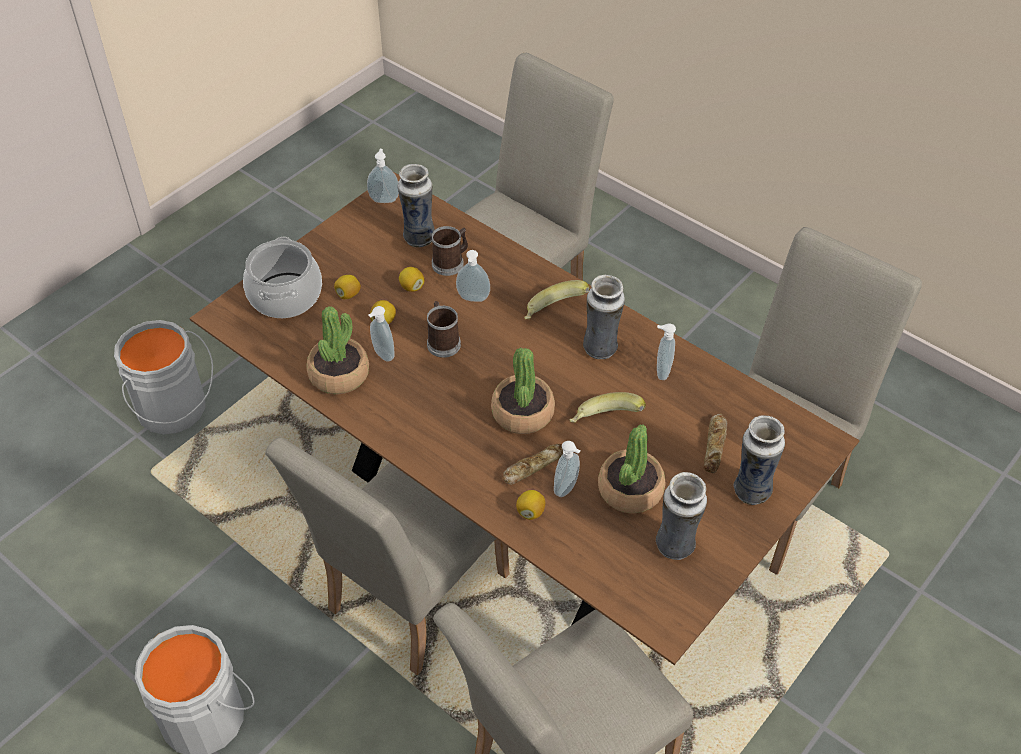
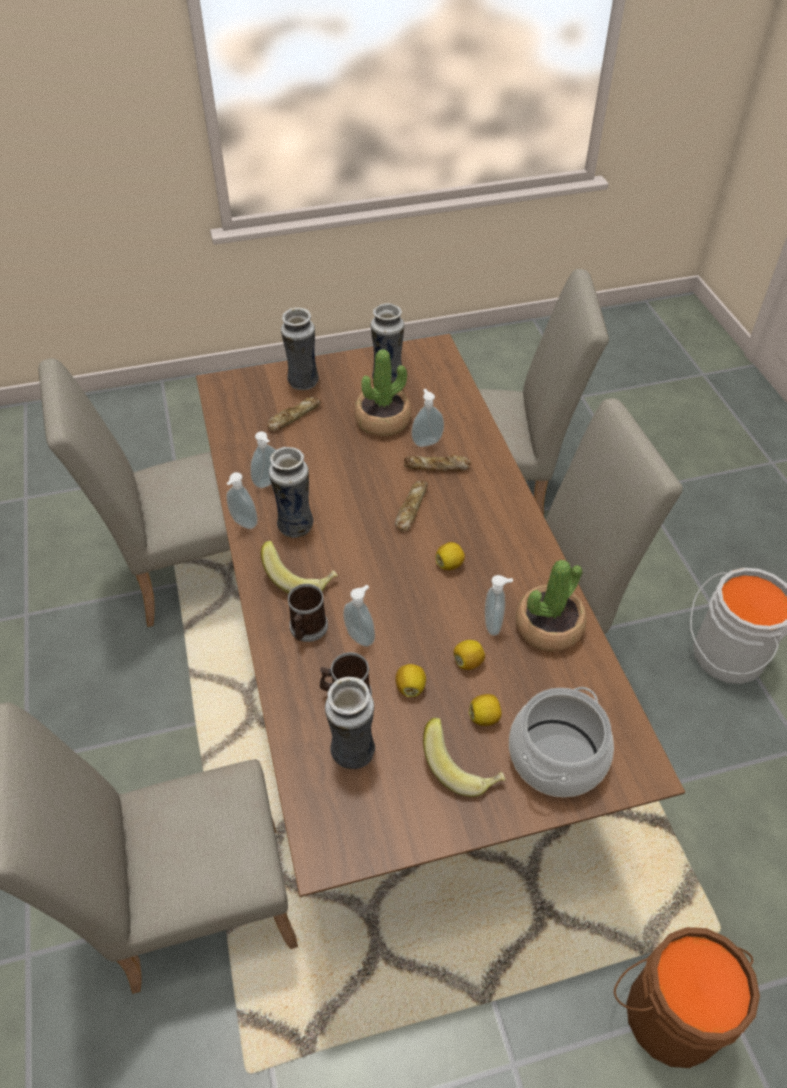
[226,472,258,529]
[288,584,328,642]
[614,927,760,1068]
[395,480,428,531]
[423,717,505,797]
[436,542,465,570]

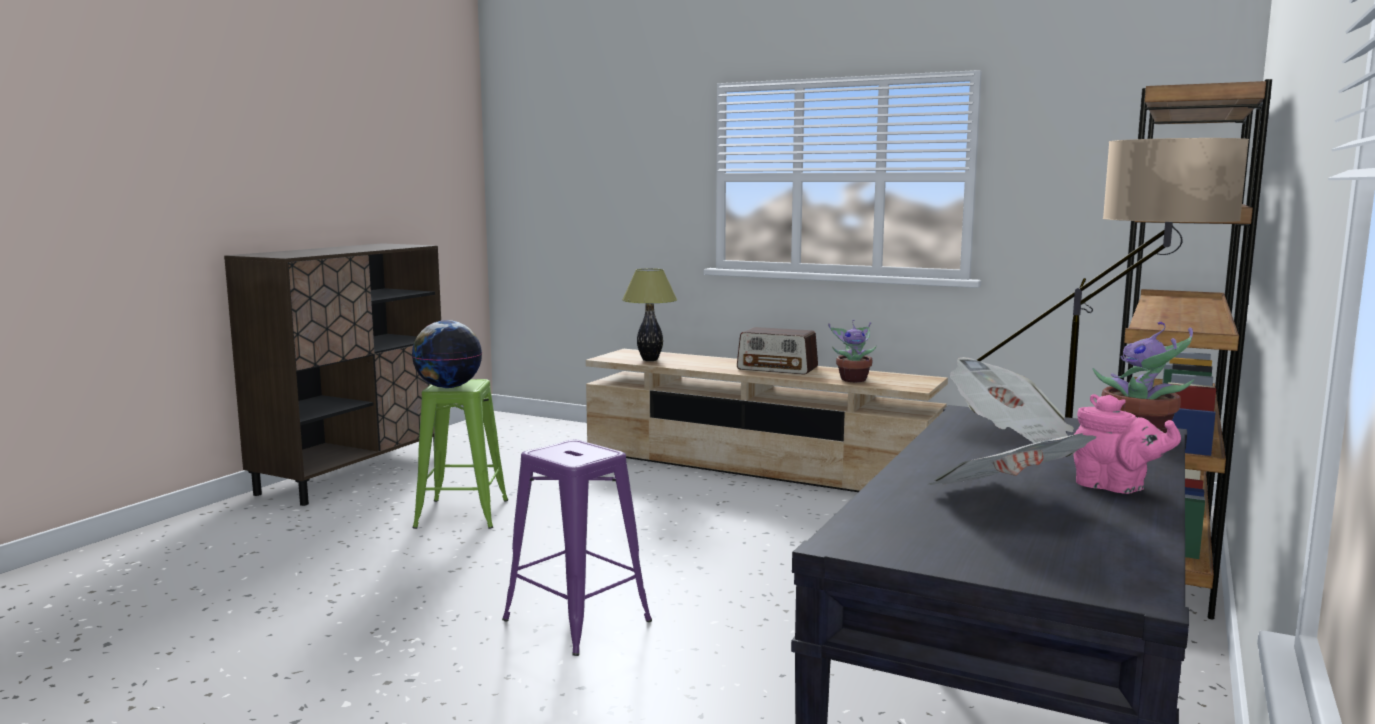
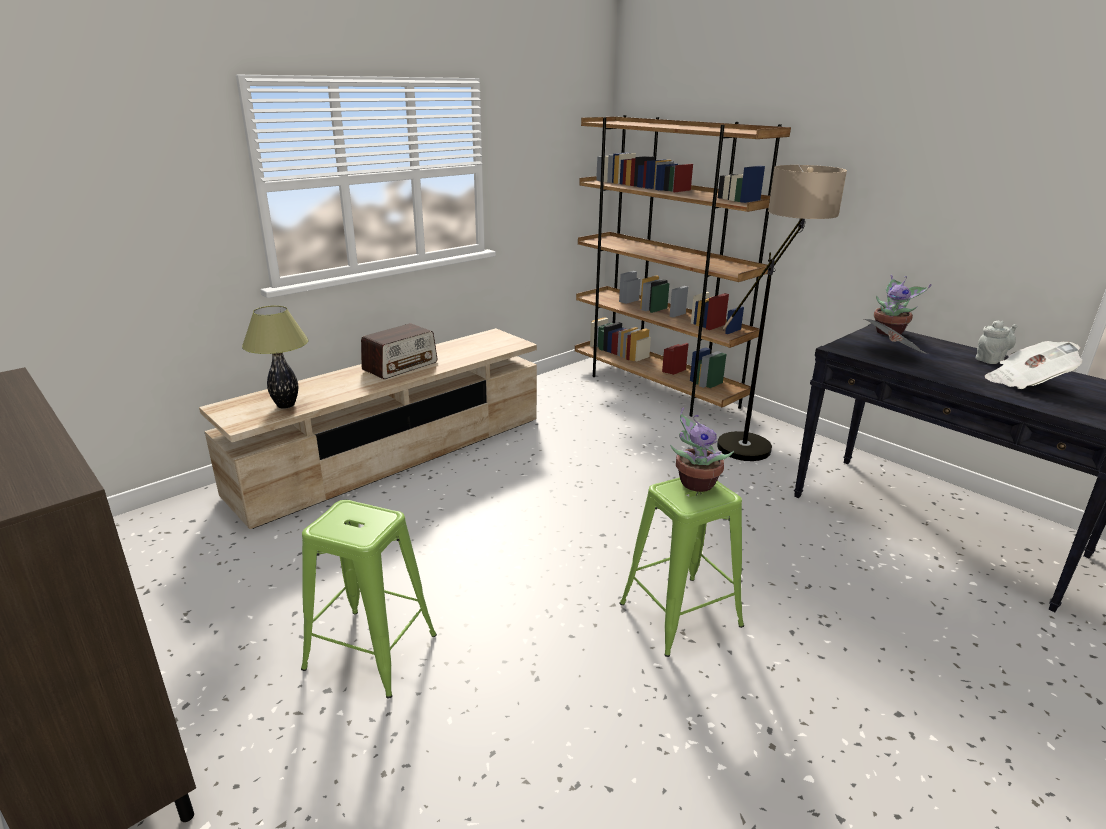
[670,407,734,492]
[412,320,482,388] (first image)
[976,321,1017,364]
[620,477,744,657]

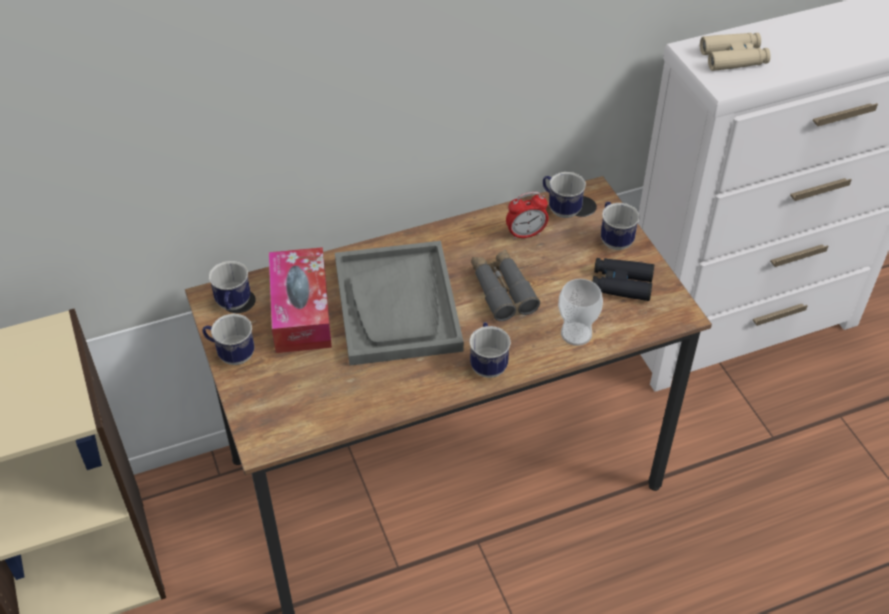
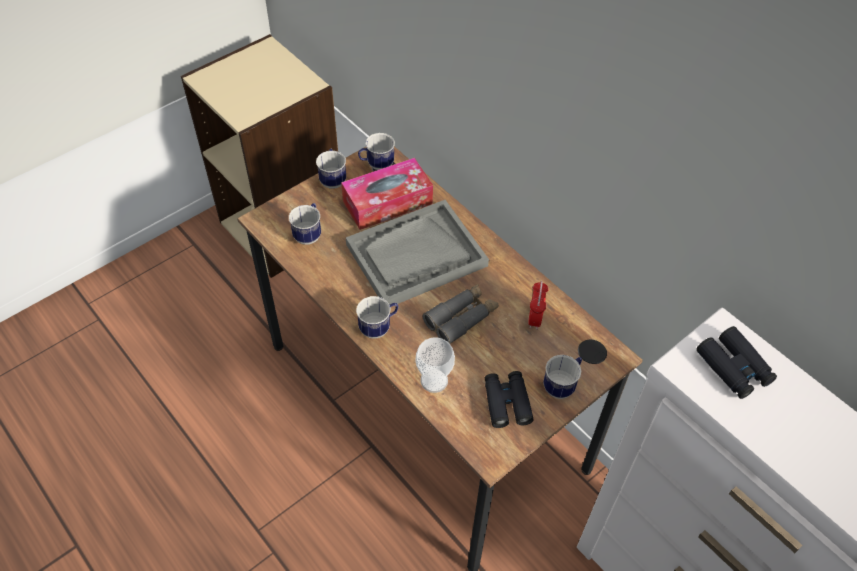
[696,326,777,399]
[289,203,321,245]
[528,281,548,330]

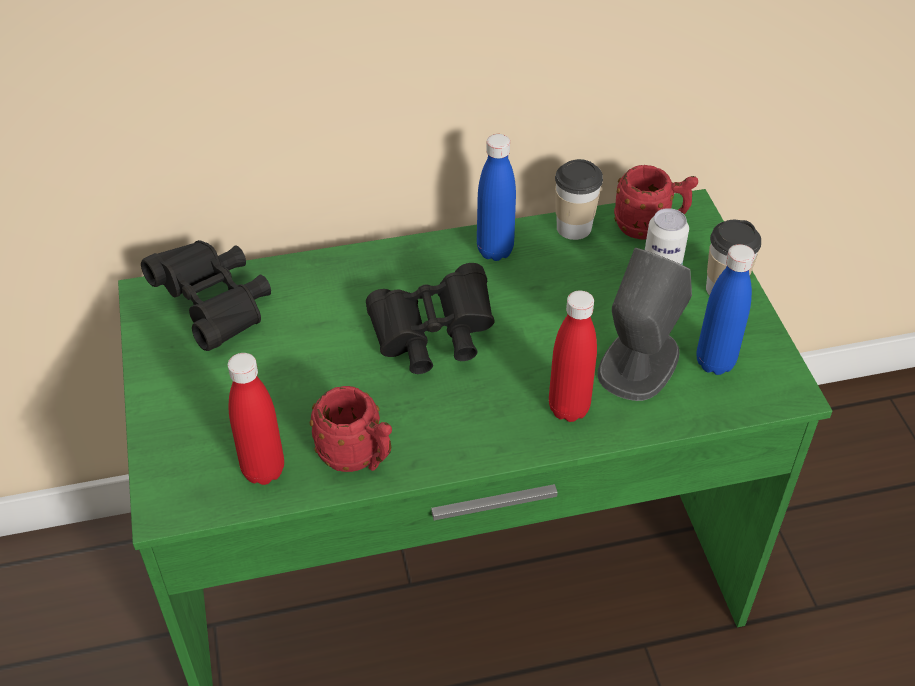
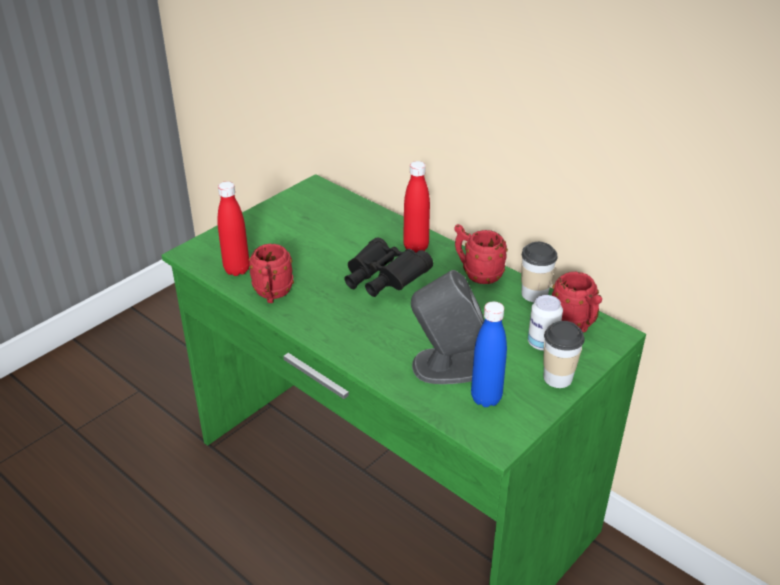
[454,224,508,284]
[141,240,271,351] (first image)
[403,161,430,252]

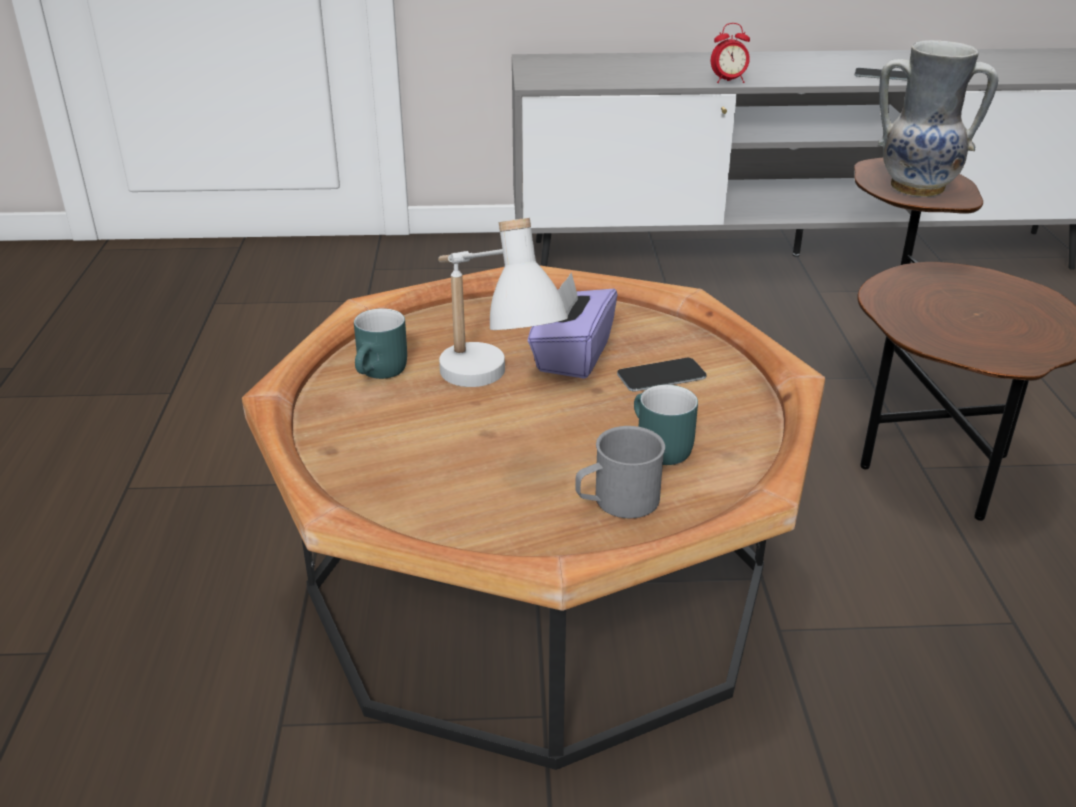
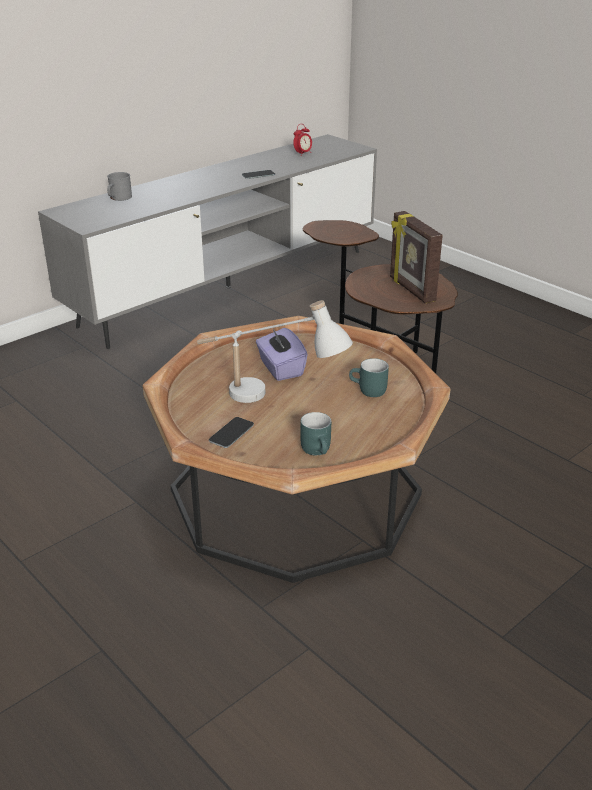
[293,124,312,156]
[878,40,998,197] (first image)
[300,412,331,455]
[209,417,254,448]
[107,172,132,201]
[390,211,443,304]

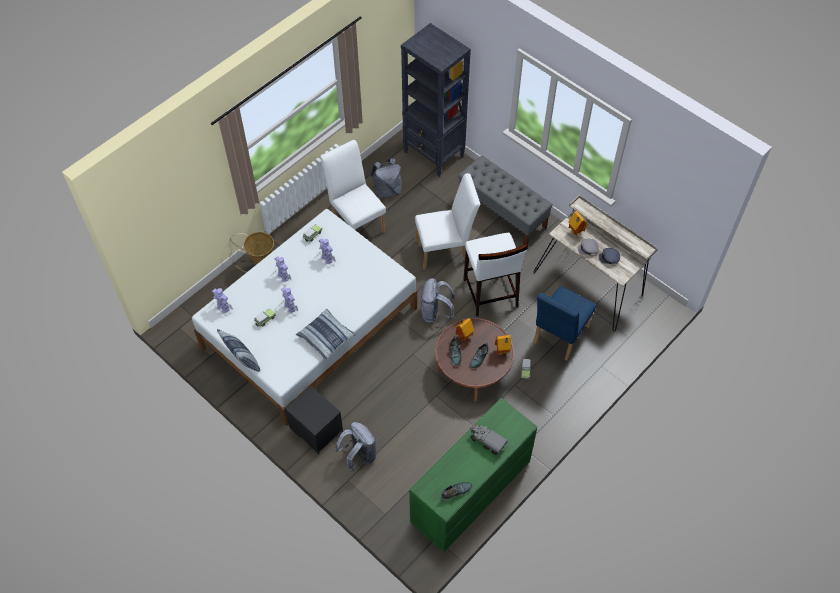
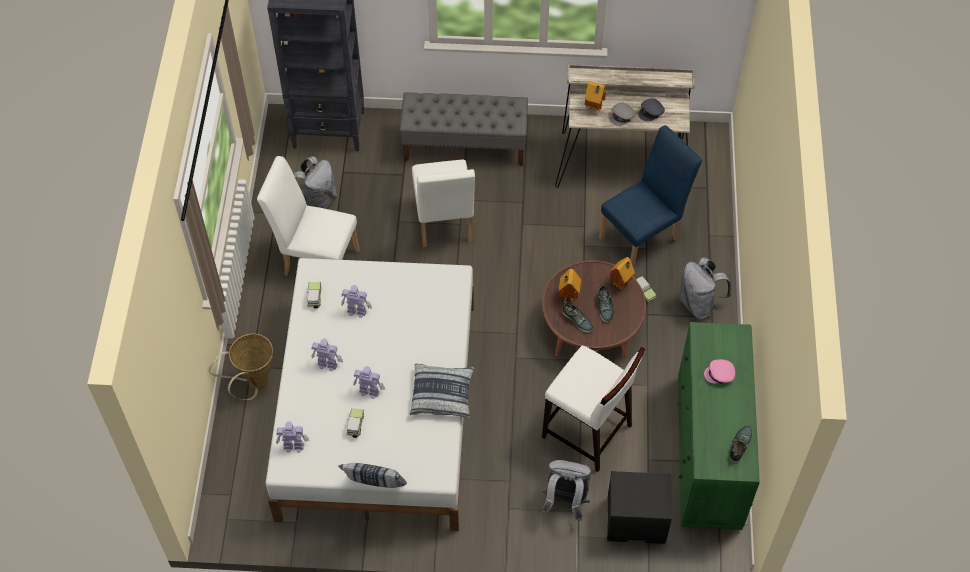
[412,159,475,248]
[542,346,645,472]
[679,257,731,319]
[599,125,702,268]
[607,471,672,544]
[704,359,735,384]

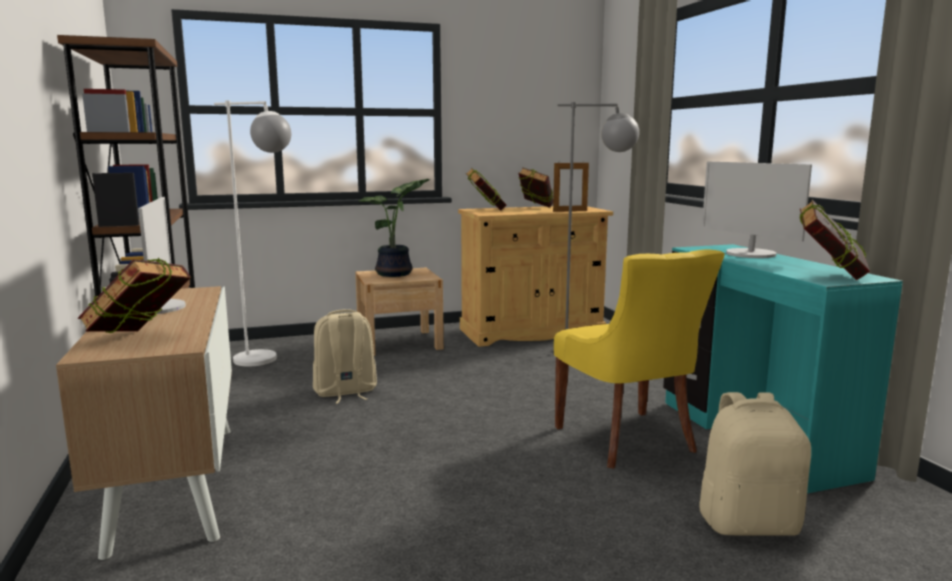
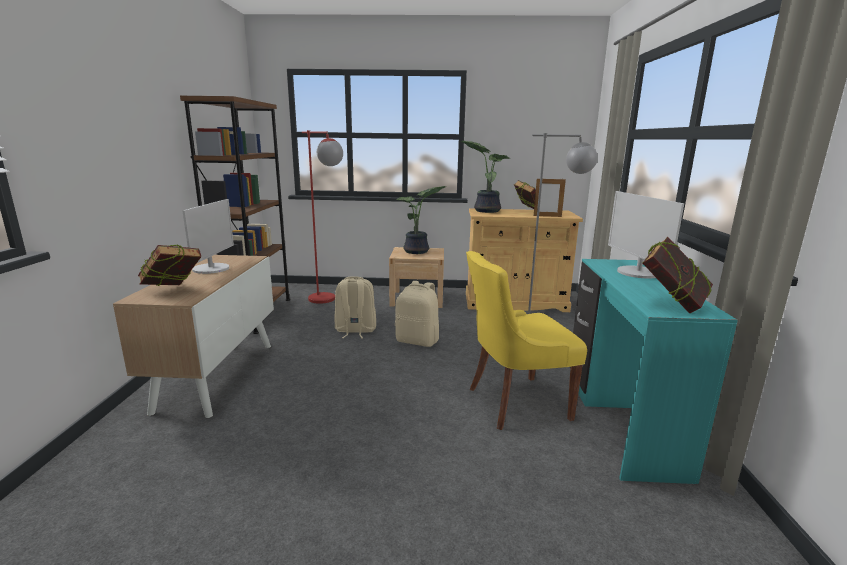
[302,130,343,304]
[460,141,510,213]
[466,251,587,430]
[395,281,439,347]

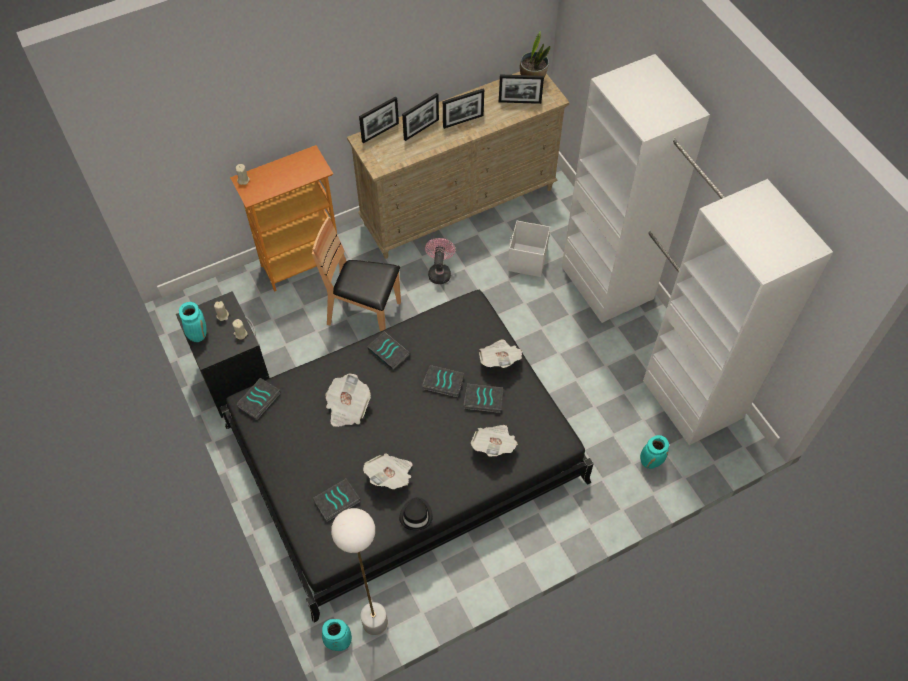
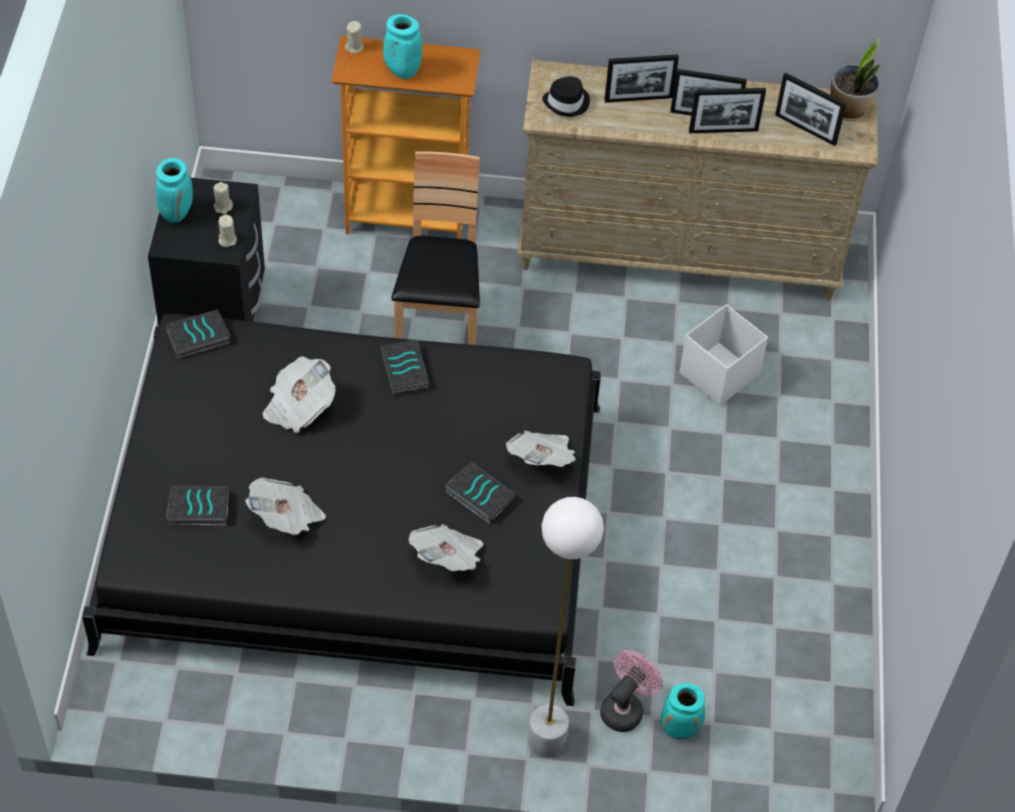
[562,54,833,445] (first image)
[689,88,766,133]
[391,152,480,345]
[600,650,663,732]
[422,365,464,397] (first image)
[542,76,590,117]
[528,497,604,758]
[383,14,422,79]

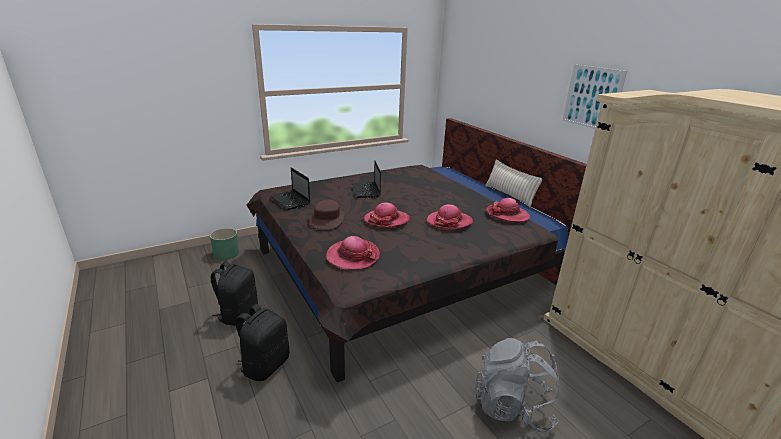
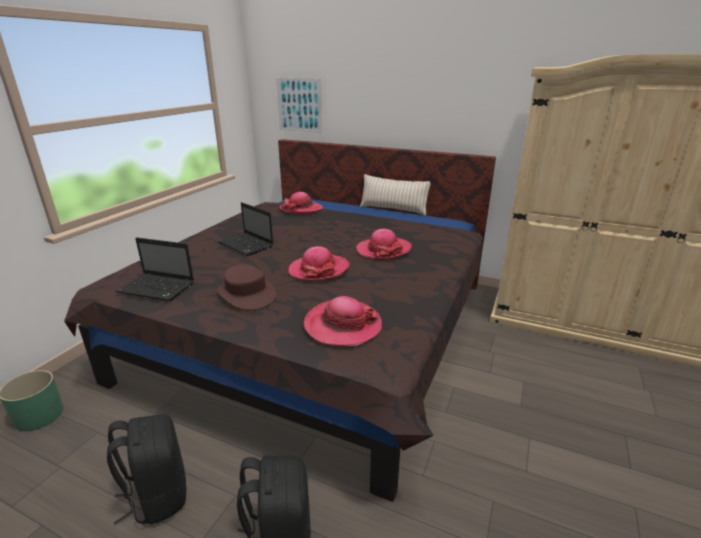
[276,78,322,133]
[280,192,323,214]
[475,338,560,432] (first image)

